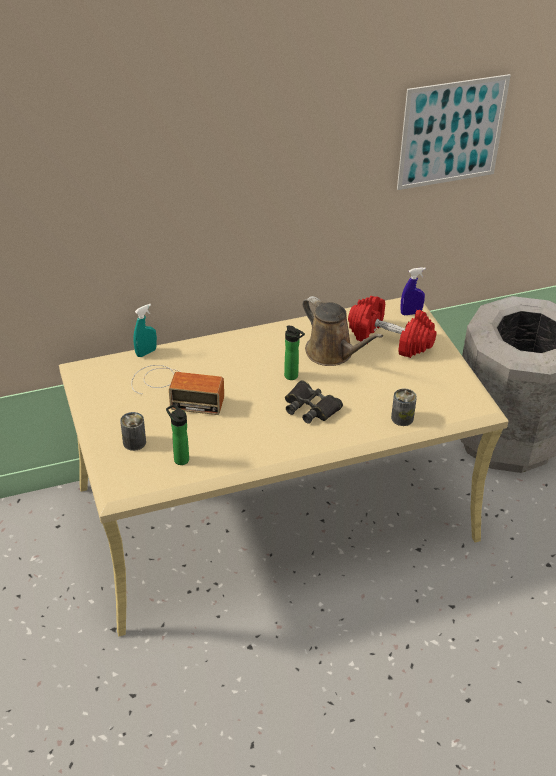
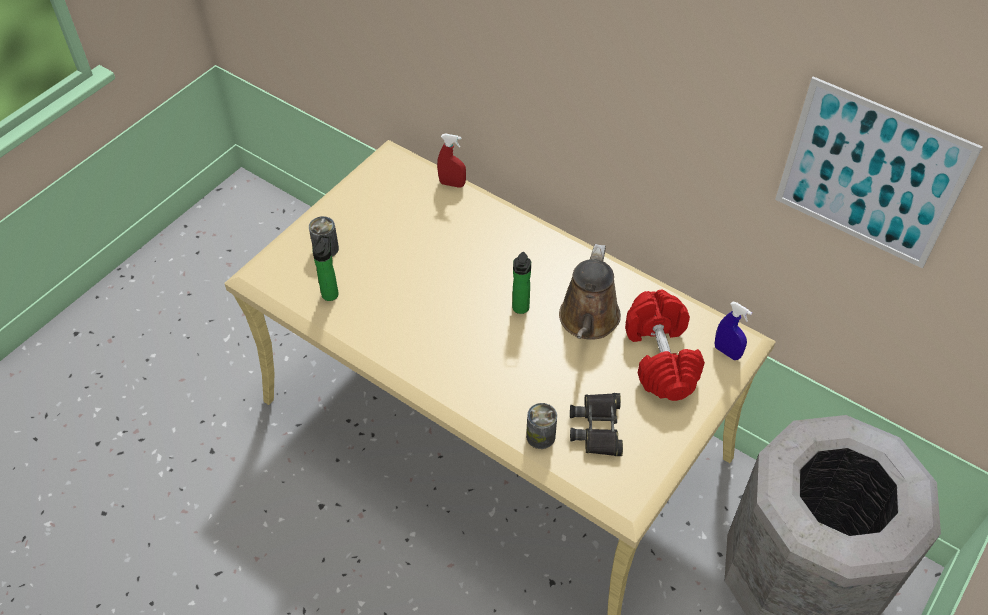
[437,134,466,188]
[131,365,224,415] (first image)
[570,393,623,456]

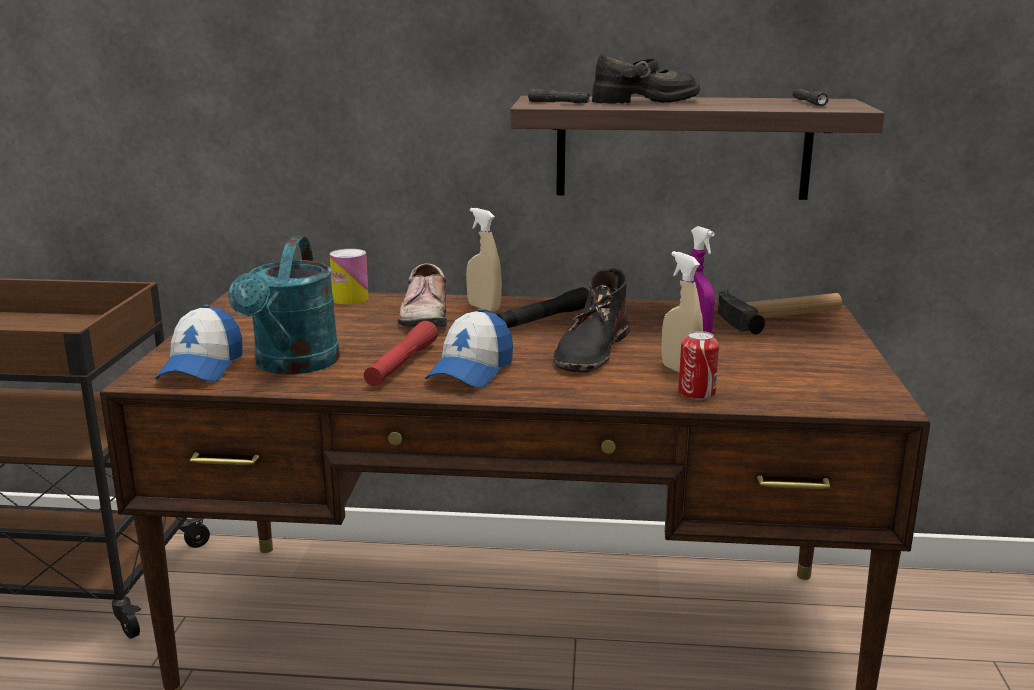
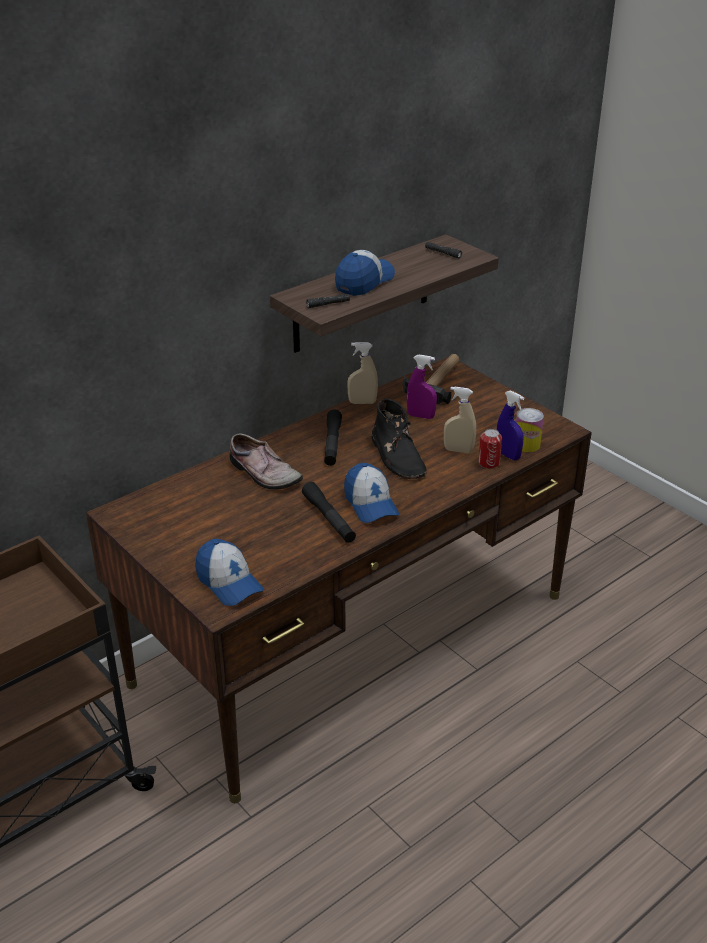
[335,250,395,296]
[347,342,378,404]
[228,237,340,375] (first image)
[516,408,544,452]
[302,482,356,543]
[496,390,524,460]

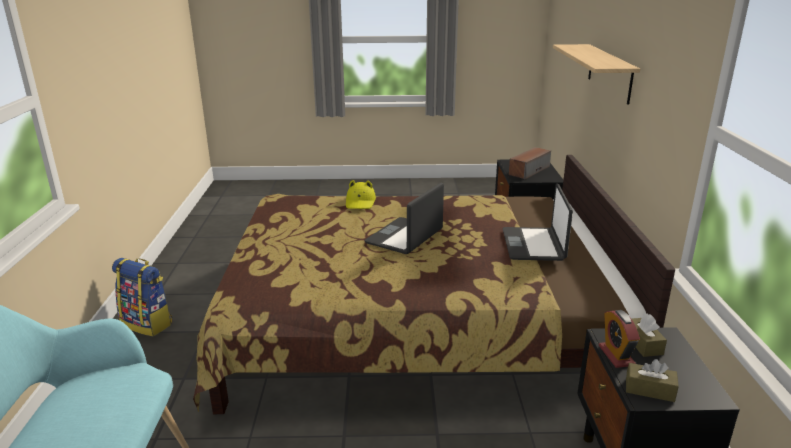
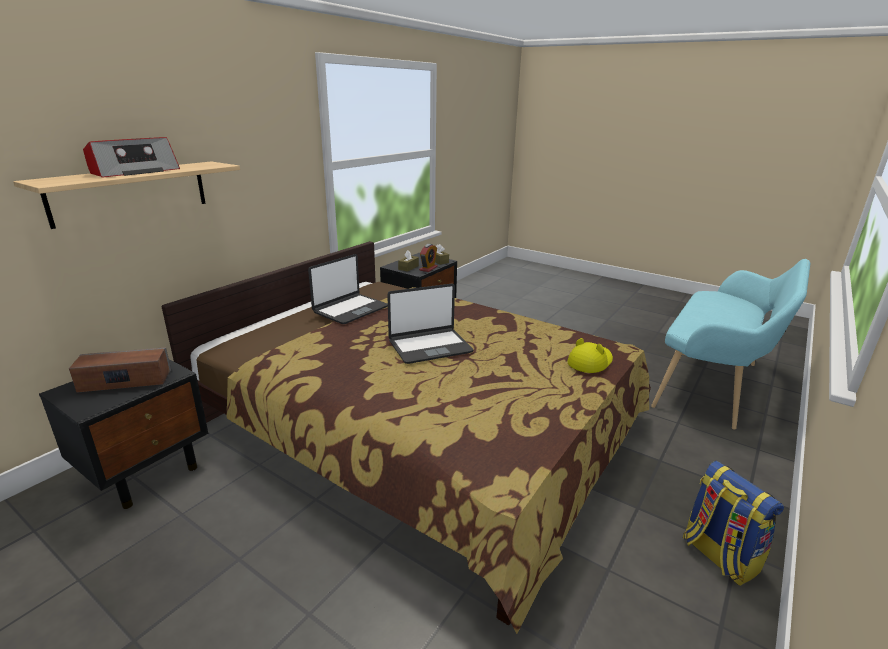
[567,338,613,373]
[83,137,180,177]

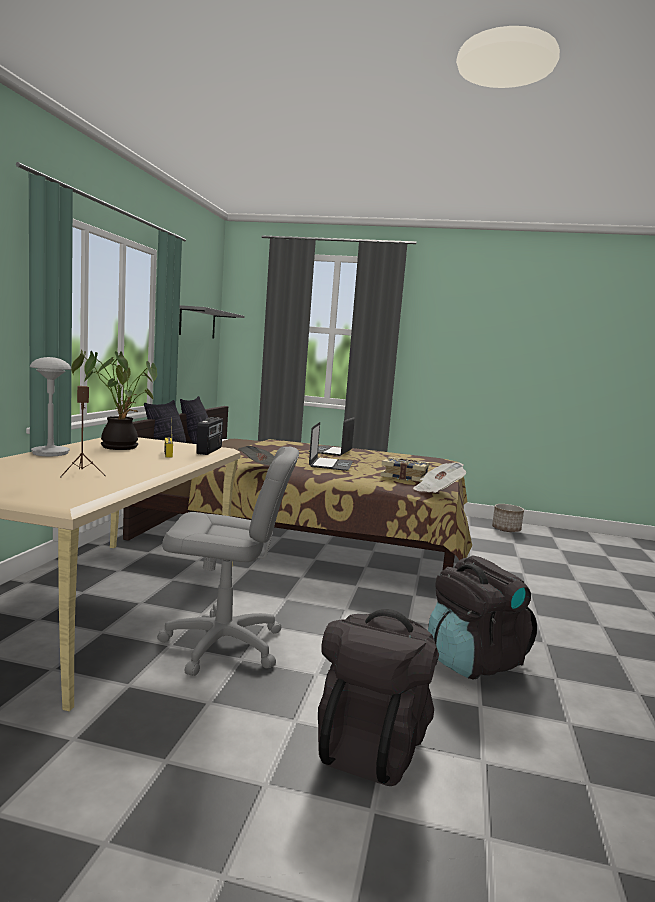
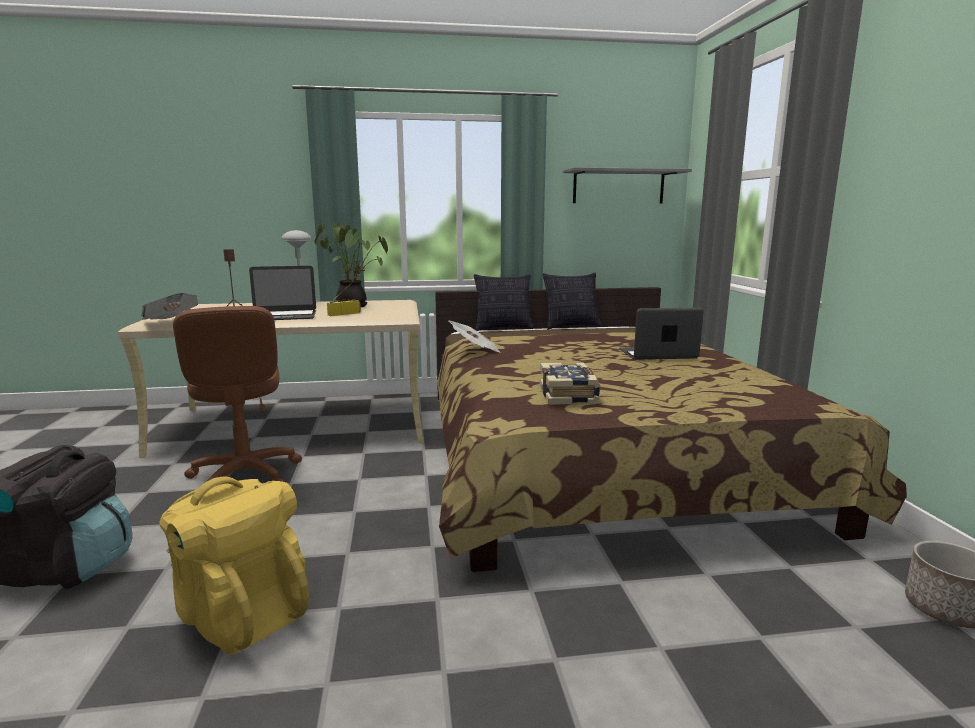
[196,417,223,455] (first image)
[249,266,316,320]
[173,306,302,482]
[141,293,198,320]
[159,477,309,655]

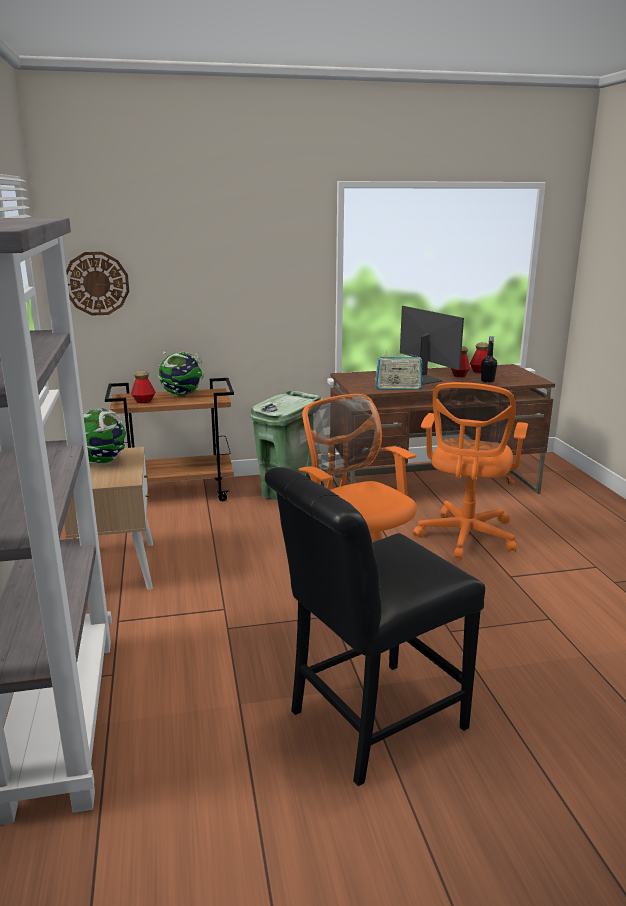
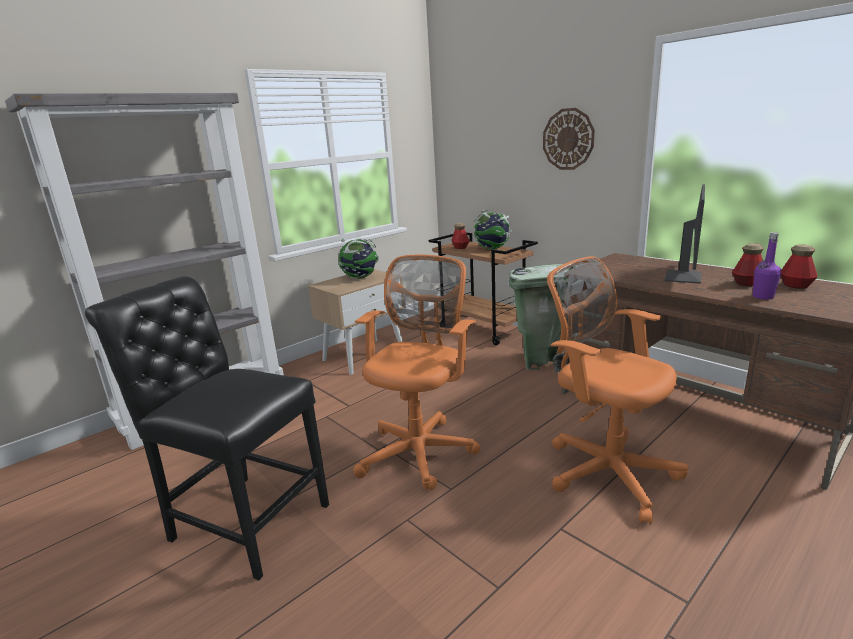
[543,108,595,170]
[753,232,781,300]
[375,350,422,390] (first image)
[547,256,688,525]

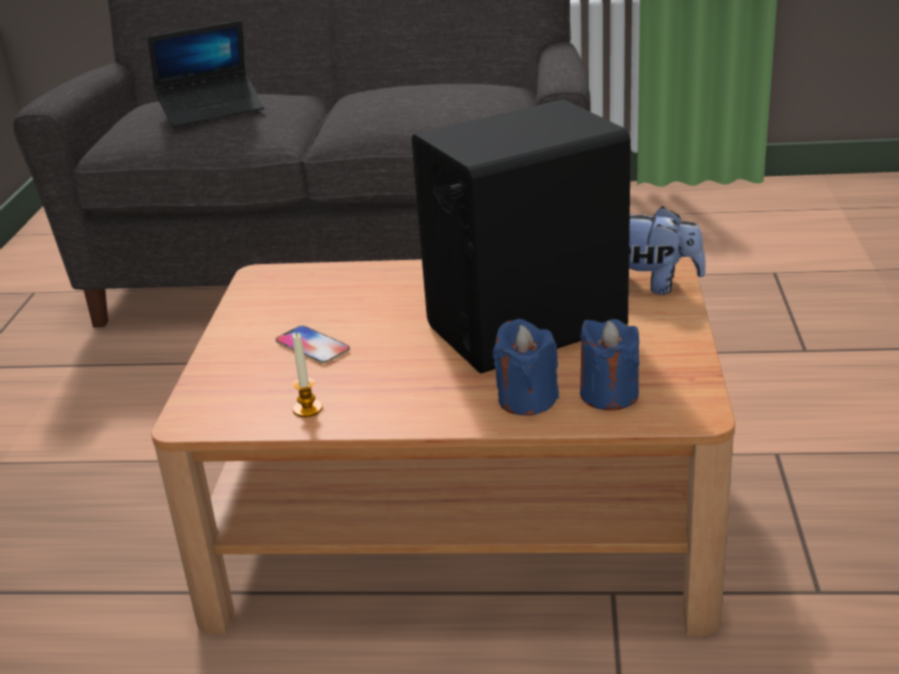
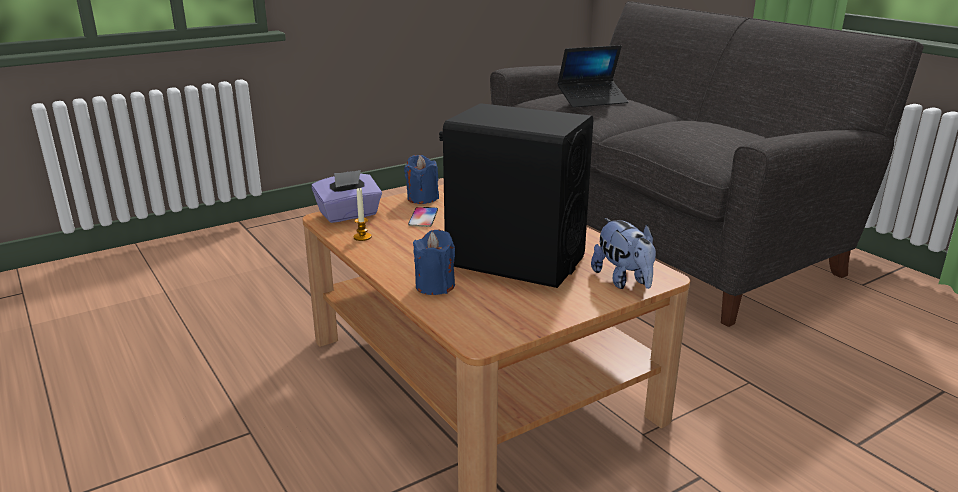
[557,45,628,108]
[404,155,439,204]
[312,170,382,223]

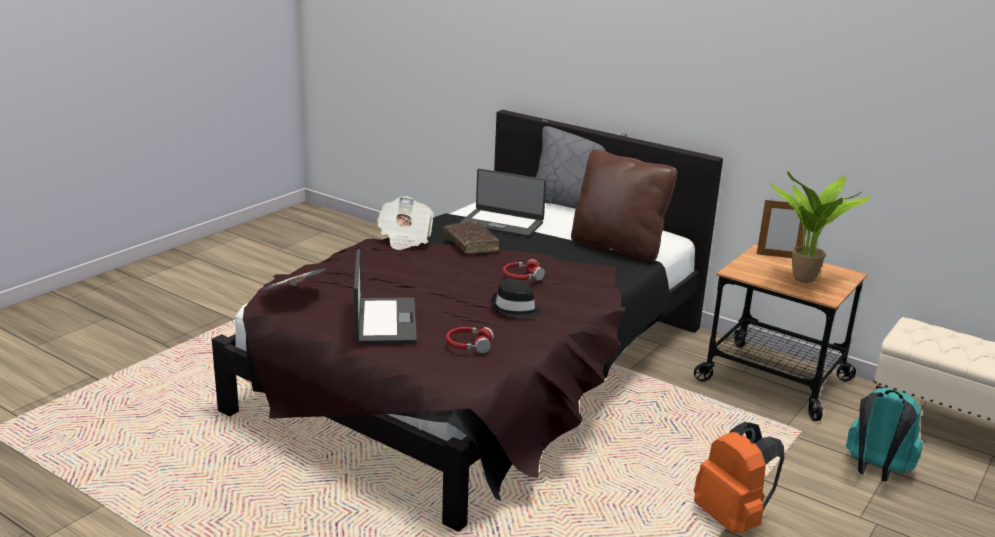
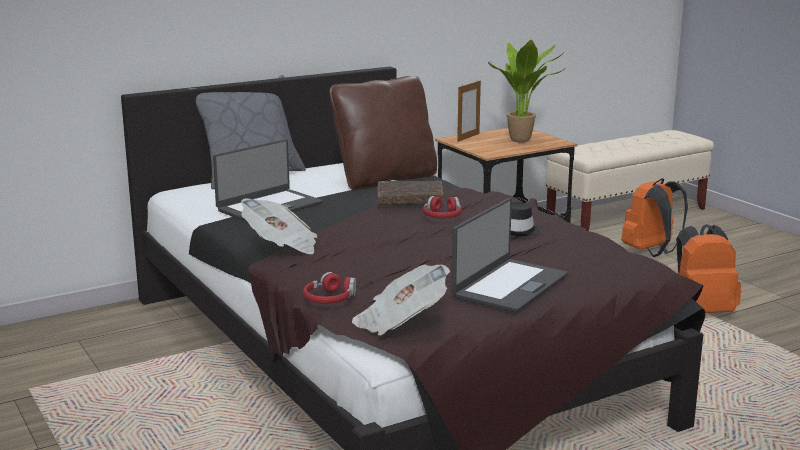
[377,181,443,205]
[451,198,568,313]
[303,272,356,304]
[621,178,688,257]

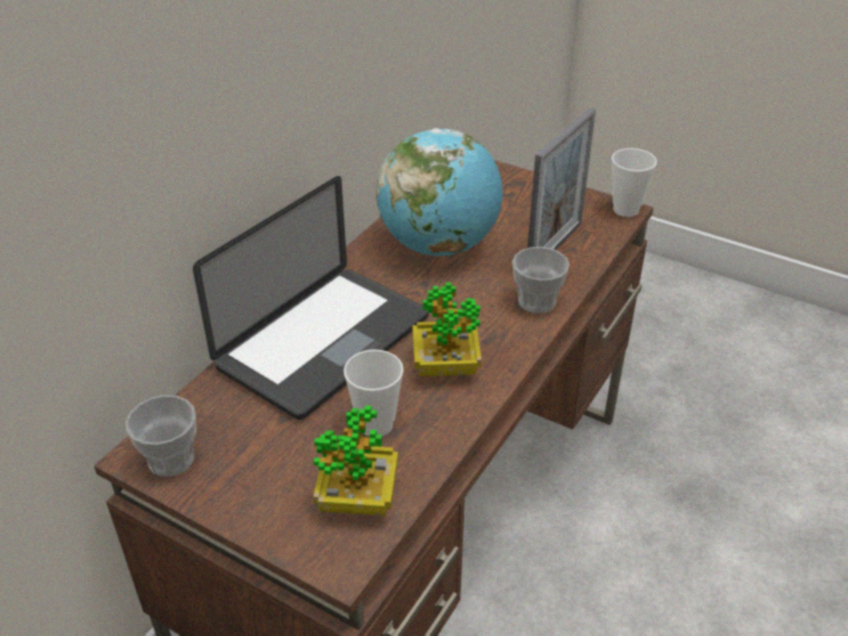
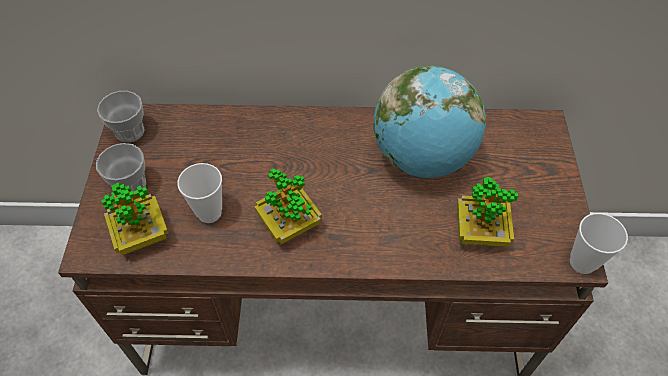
[457,177,518,247]
[193,176,429,420] (first image)
[96,143,146,191]

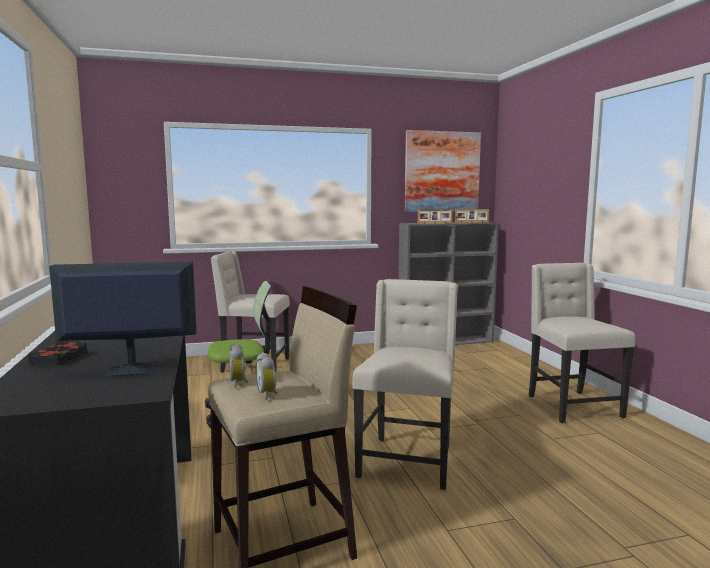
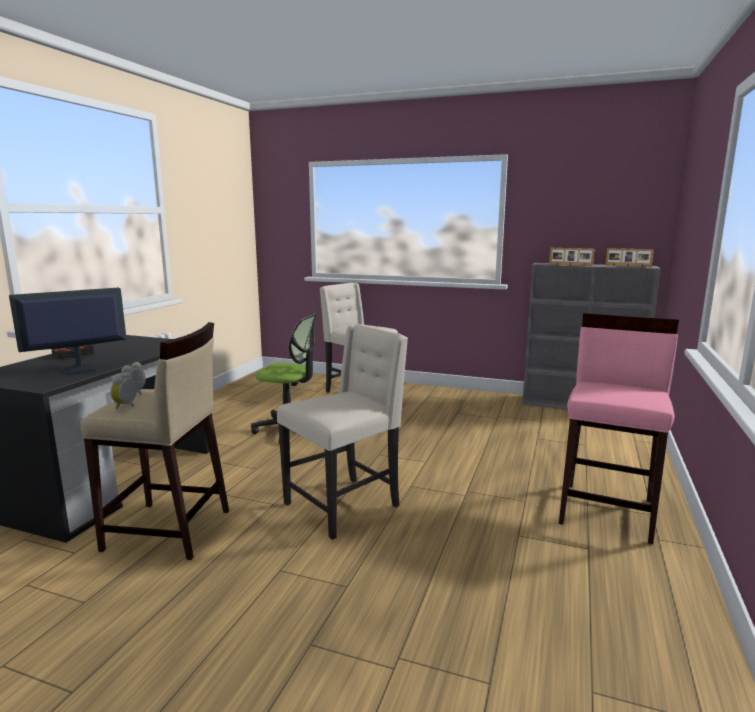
[405,130,481,213] (first image)
[9,287,127,374]
[559,313,679,544]

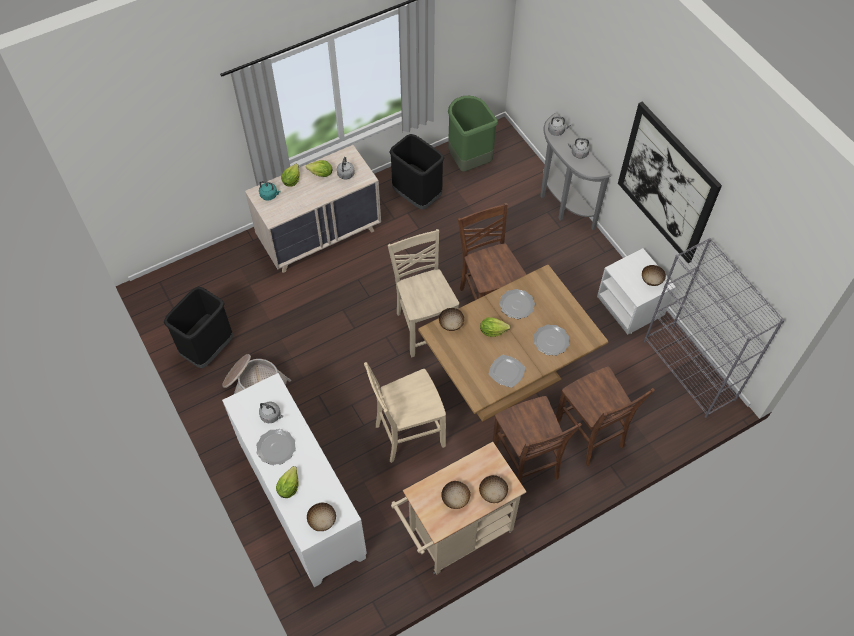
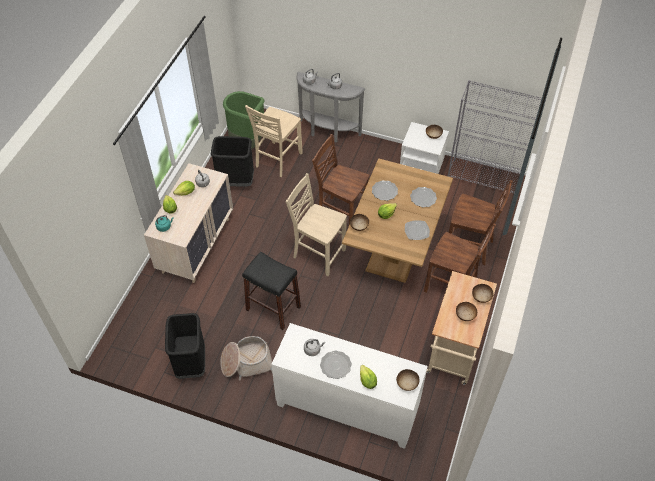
[618,102,722,263] (first image)
[245,105,303,177]
[242,252,301,330]

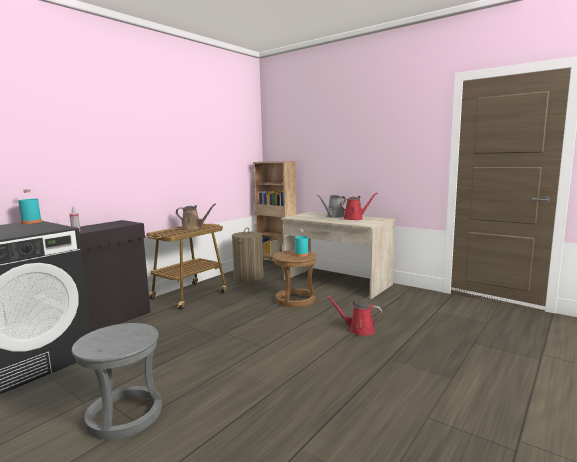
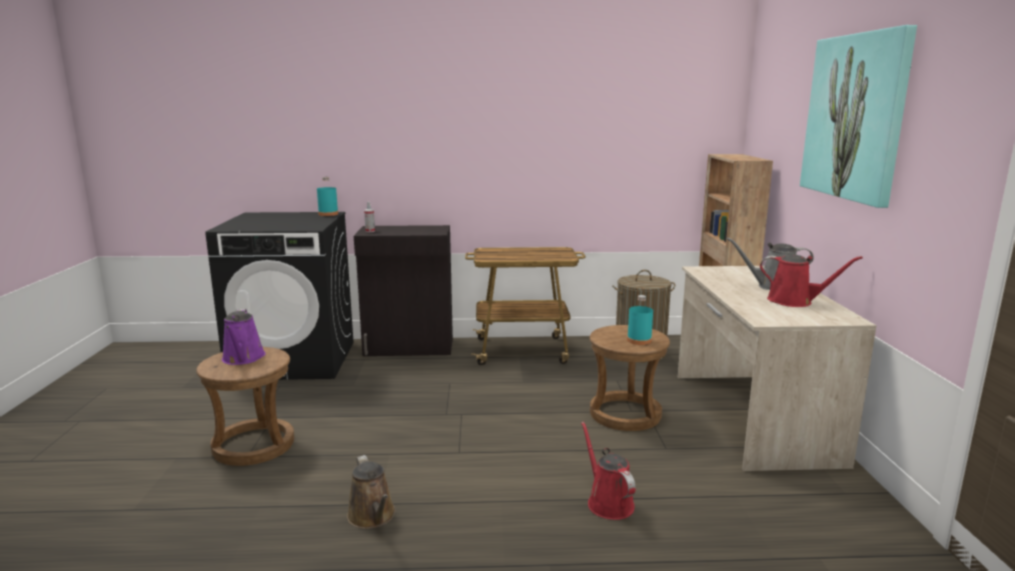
[347,455,396,529]
[196,347,294,466]
[800,25,917,208]
[222,309,266,365]

